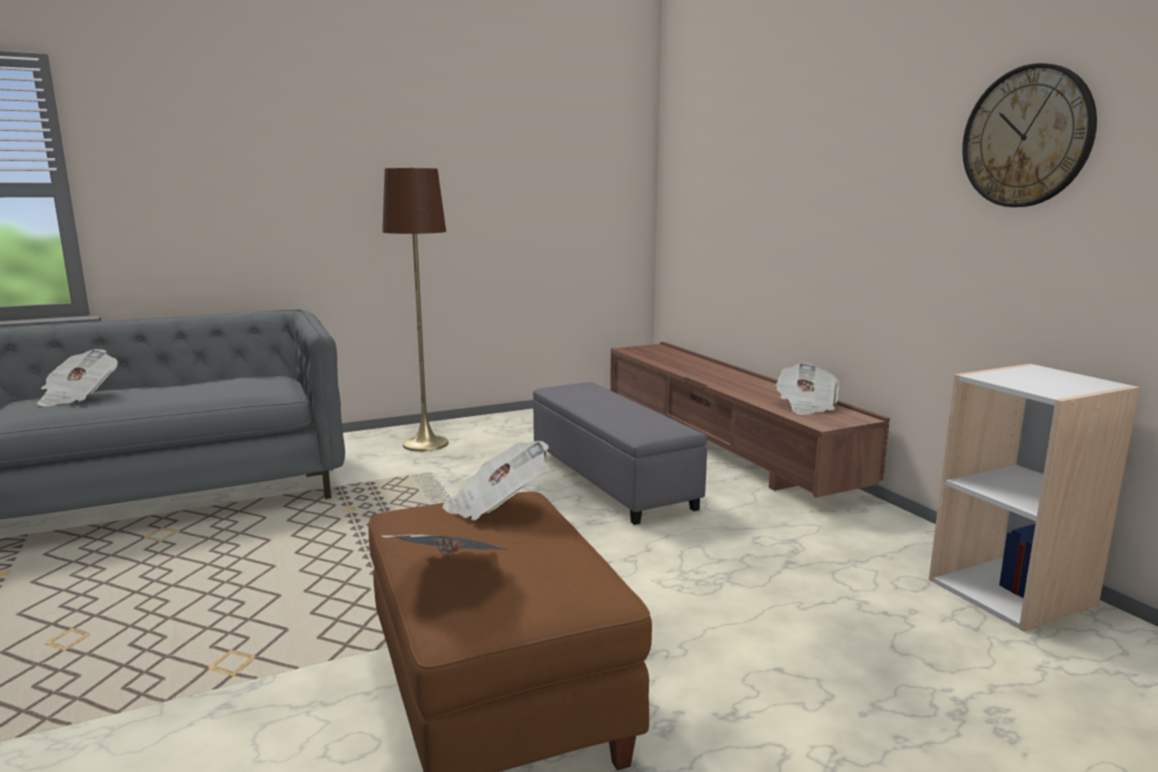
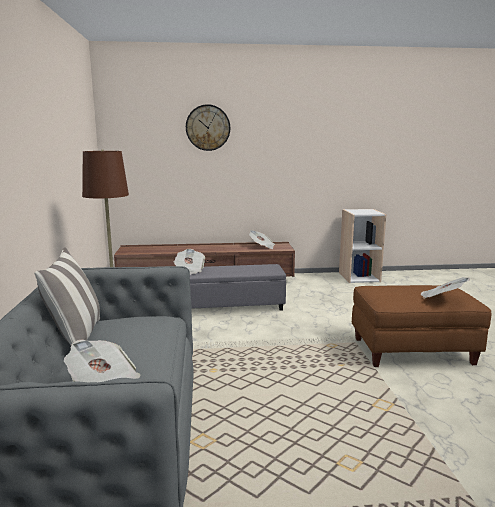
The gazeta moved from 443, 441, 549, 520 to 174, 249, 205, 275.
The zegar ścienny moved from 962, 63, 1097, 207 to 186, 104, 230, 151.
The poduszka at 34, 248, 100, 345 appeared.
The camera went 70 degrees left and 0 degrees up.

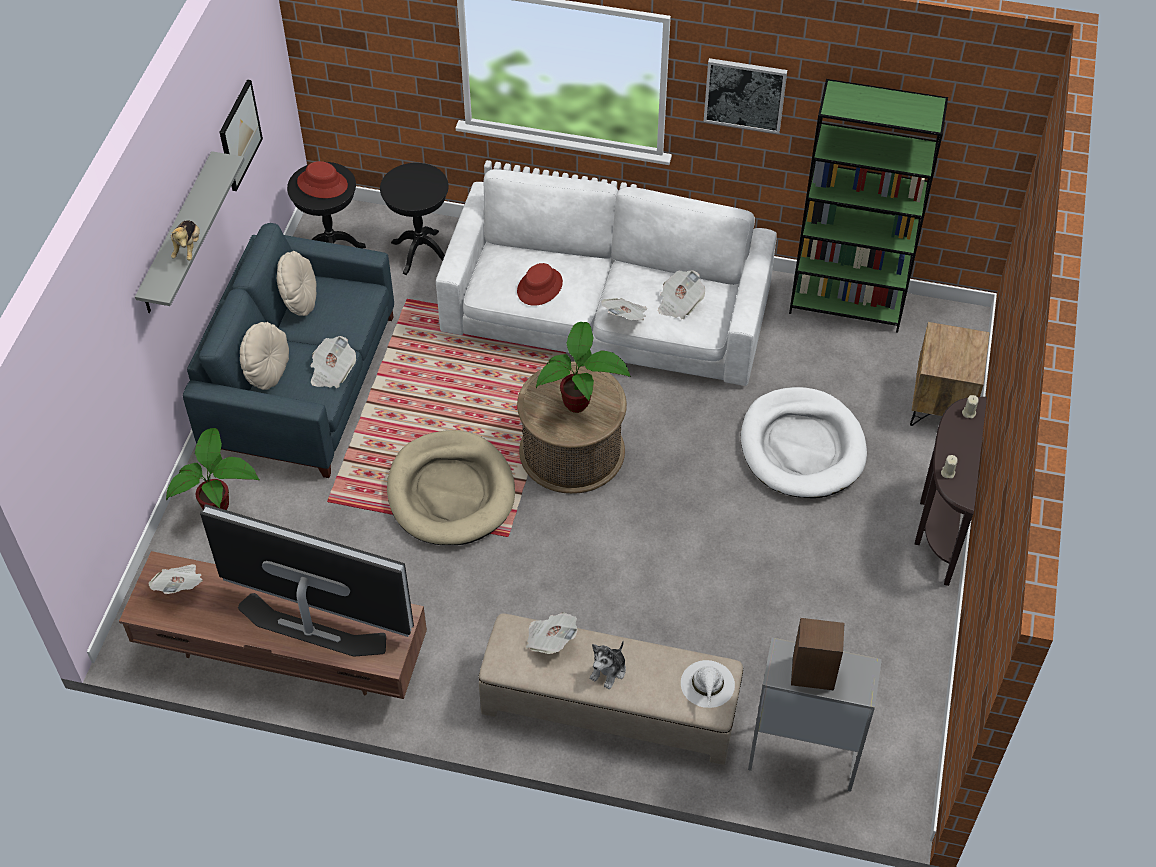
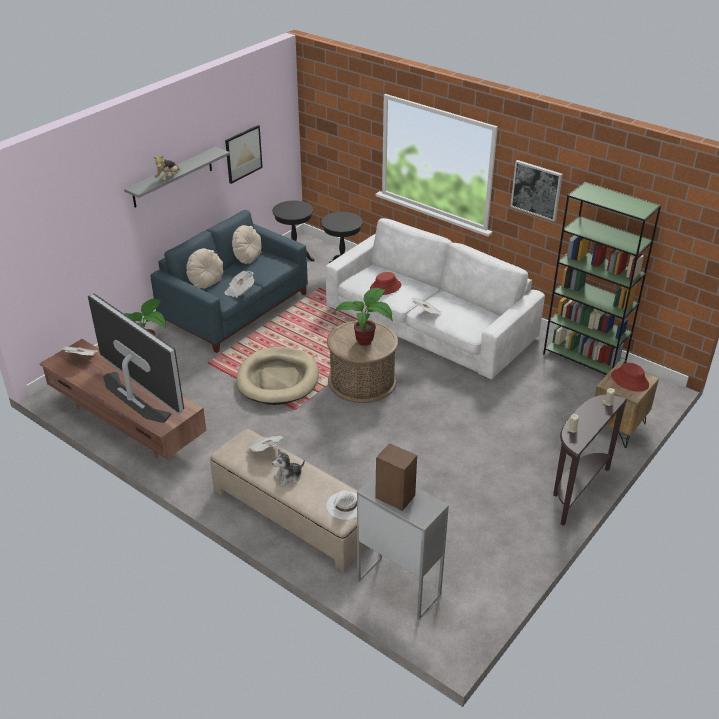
The kapelusz/czerwony moved from 297, 161, 348, 198 to 611, 363, 649, 392.
The gazeta at 658, 270, 705, 319 disappeared.
The legowisko/biały at 741, 387, 867, 498 disappeared.
The camera went 25 degrees right and 15 degrees down.

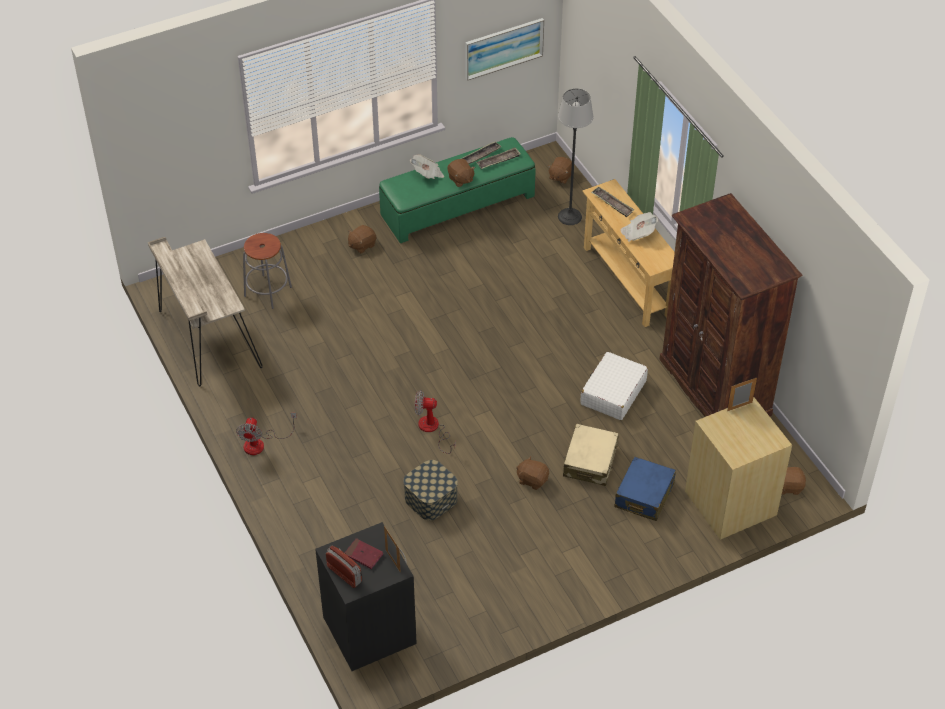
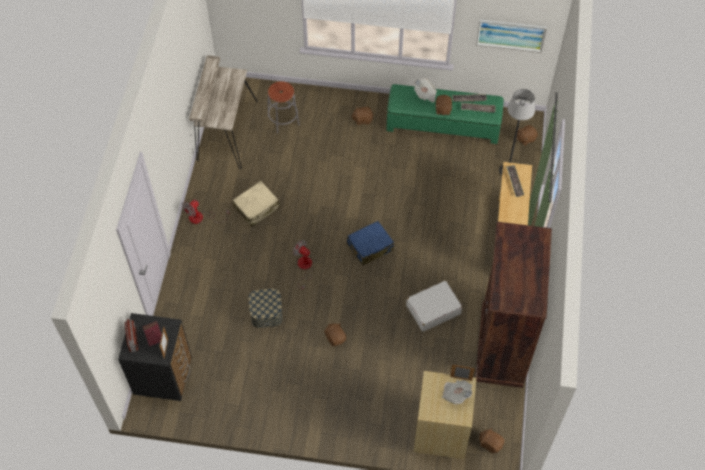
The walizka/beżowy moved from 563, 424, 619, 486 to 232, 181, 280, 227.
The walizka/niebieski moved from 614, 457, 676, 521 to 347, 221, 394, 266.
The gazeta moved from 620, 212, 658, 242 to 442, 380, 472, 404.
The camera went 35 degrees right and 10 degrees up.

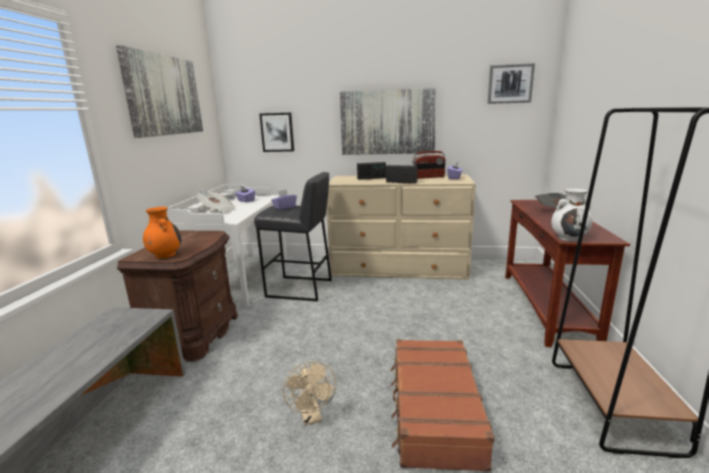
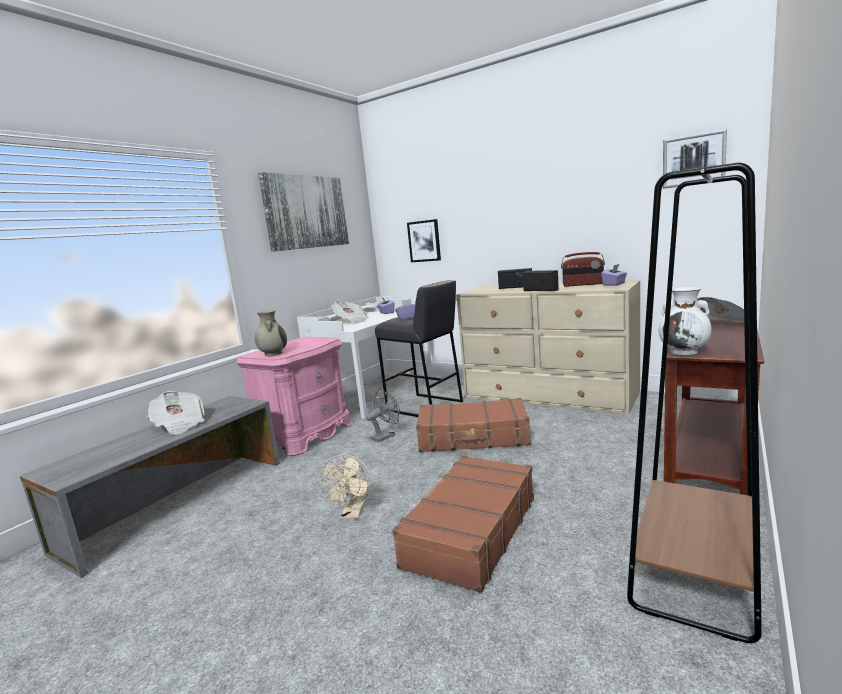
The szafka nocna/brązowy at 117, 231, 238, 362 became the szafka nocna/różowy at 236, 337, 352, 456.
The wazon/pomarańczowy at 143, 207, 182, 259 became the wazon/beżowy at 255, 310, 287, 356.
The obraz at 340, 88, 437, 155 disappeared.
The gazeta at 147, 391, 205, 435 appeared.
The wentylator/szary at 366, 390, 400, 442 appeared.
The walizka/brązowy at 416, 398, 531, 452 appeared.
The camera went 25 degrees right and 5 degrees down.

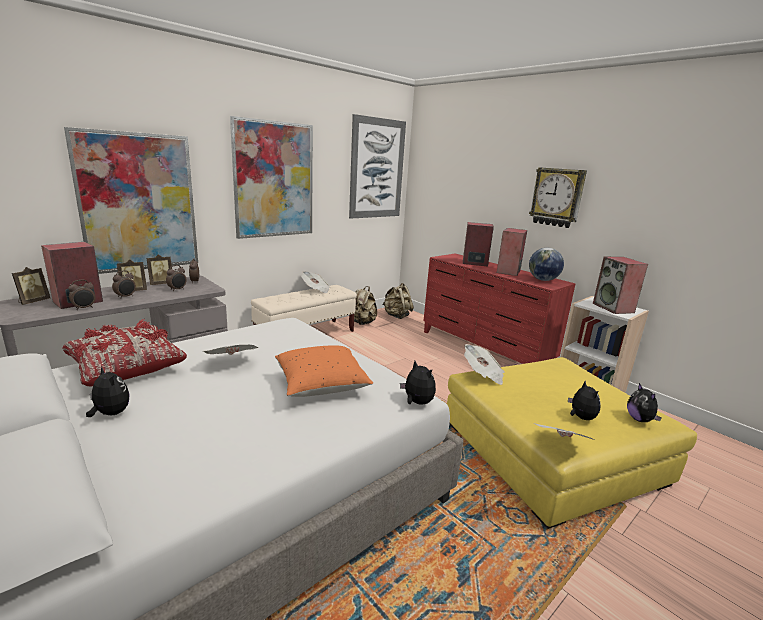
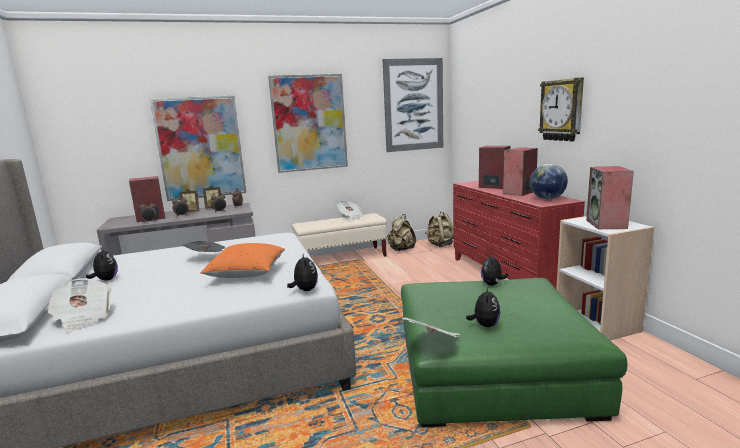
The ramka na zdjęcie at 12, 267, 50, 305 disappeared.
The poduszka/czerwony at 62, 319, 187, 386 disappeared.
The pufa/żółty at 447, 357, 697, 529 became the pufa/zielony at 401, 278, 628, 427.
The gazeta moved from 464, 344, 505, 385 to 47, 278, 111, 332.
The pluszak moved from 627, 383, 662, 422 to 481, 252, 508, 285.
The camera went 25 degrees right and 5 degrees down.

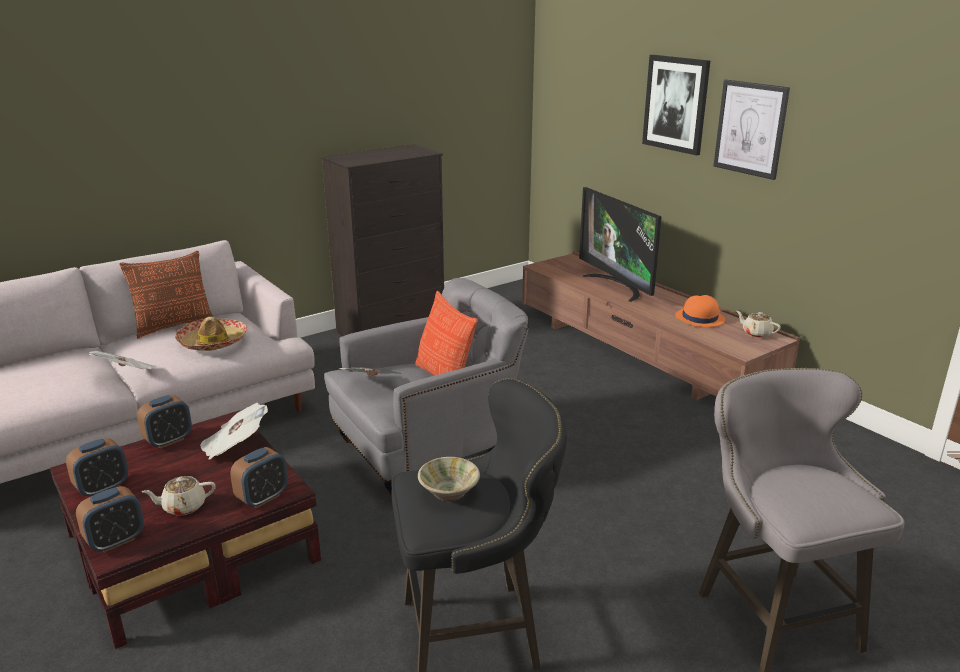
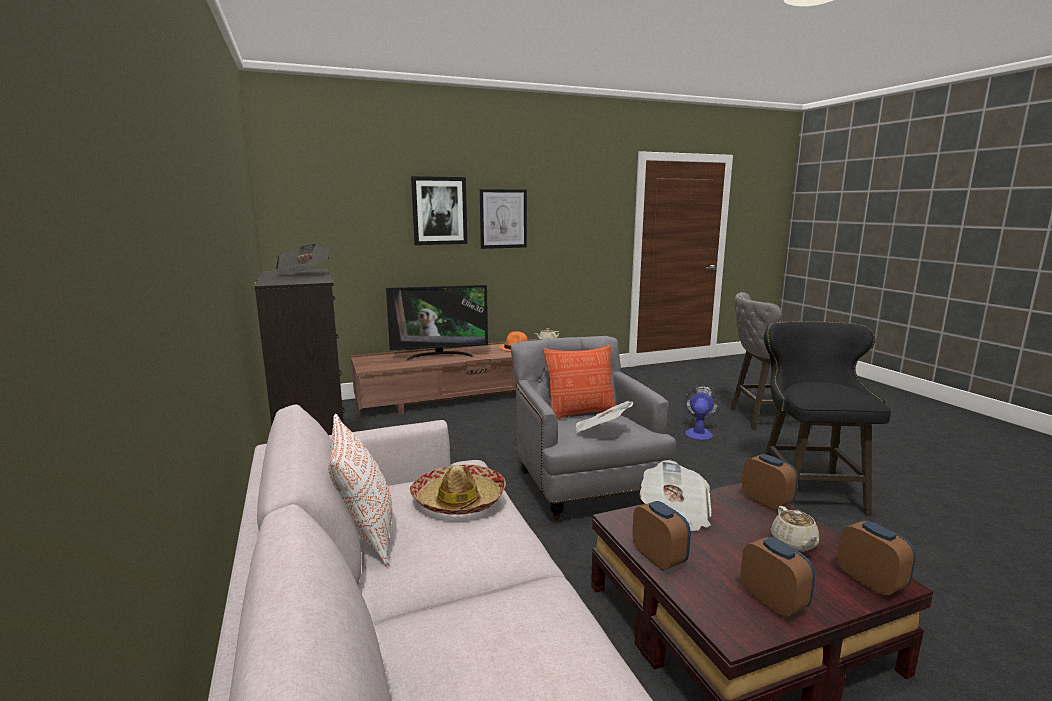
The gazeta moved from 88, 351, 161, 369 to 275, 244, 330, 272.
The poduszka/brązowy at 120, 251, 214, 338 became the poduszka/biały at 329, 414, 392, 567.
The miska/beżowy at 418, 457, 480, 501 disappeared.
The wentylator at 684, 385, 721, 440 appeared.
The camera went 75 degrees left and 10 degrees down.

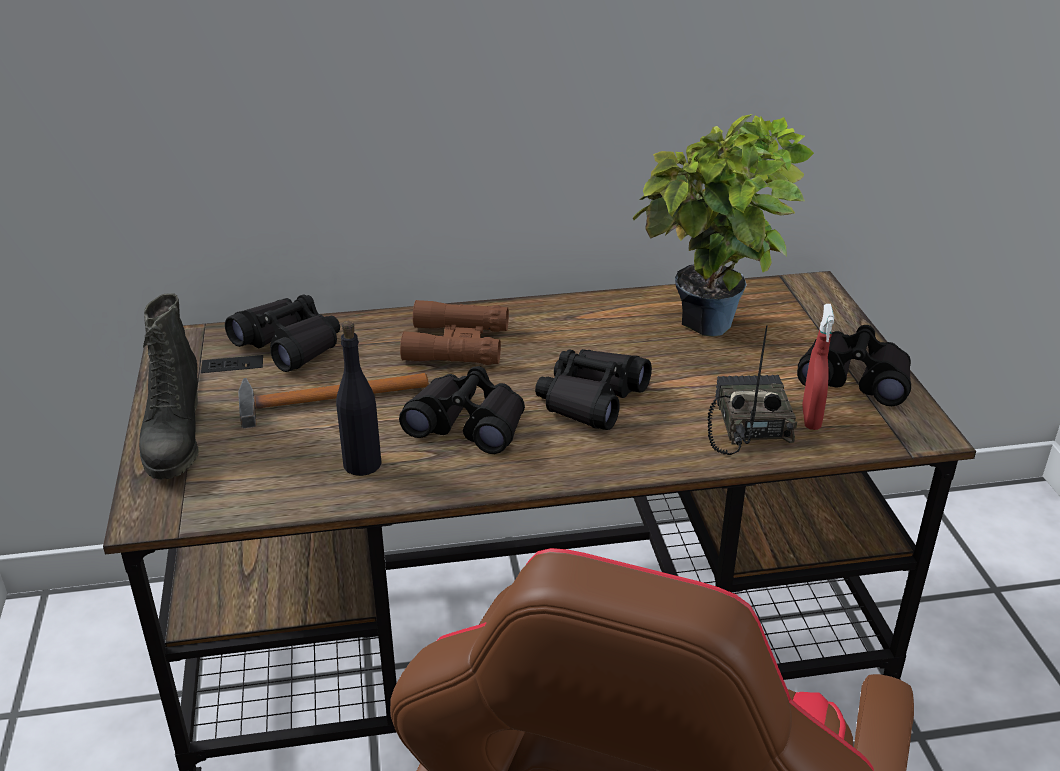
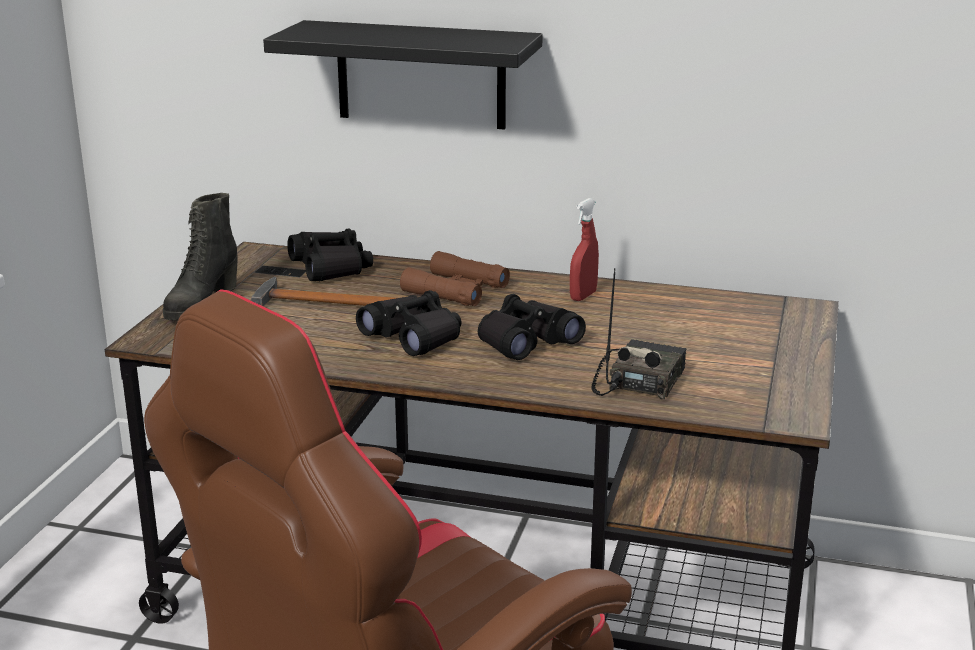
The butelka/czarny at 336, 321, 382, 476 disappeared.
The roślina doniczkowa at 632, 114, 814, 337 disappeared.
The lornetka/czarny at 797, 325, 911, 406 disappeared.
The spryskiwacz/czerwony moved from 802, 304, 834, 430 to 570, 198, 599, 301.
The półka/czarny at 263, 20, 543, 130 appeared.
The camera went 25 degrees right and 10 degrees down.

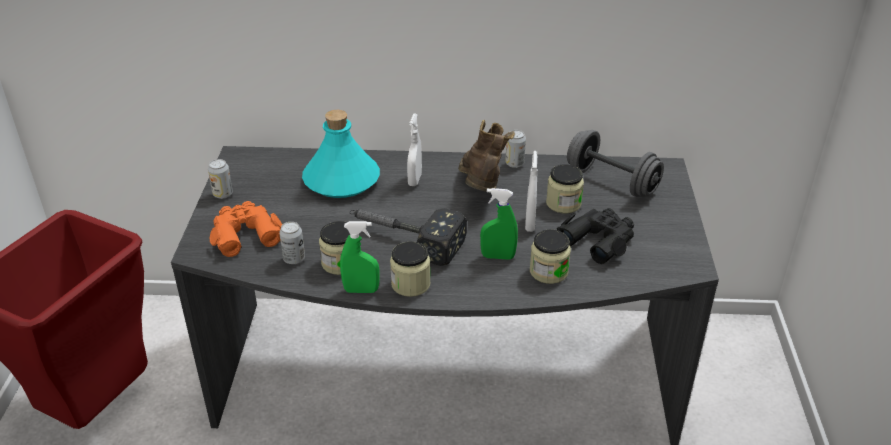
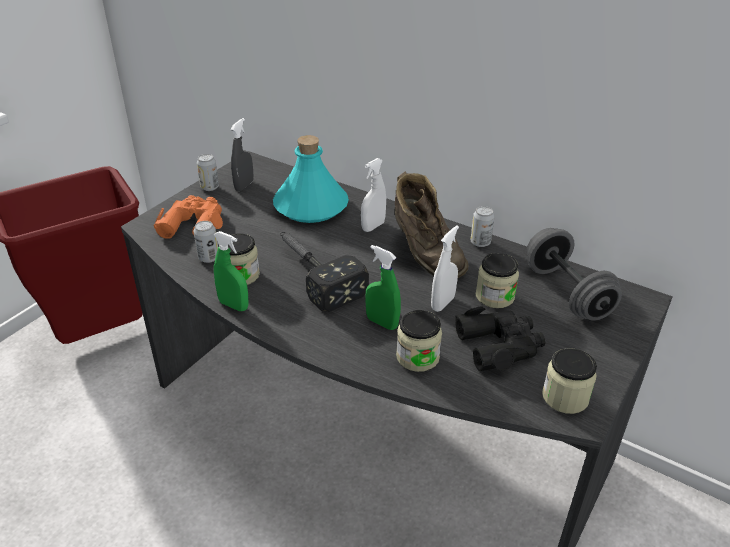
The słoik moved from 390, 241, 431, 297 to 542, 348, 597, 414.
The but z cholewką/brązowy at 458, 120, 515, 192 turned 120 degrees clockwise.
The spryskiwacz/szary at 231, 118, 253, 191 appeared.
The camera went 30 degrees right and 0 degrees up.

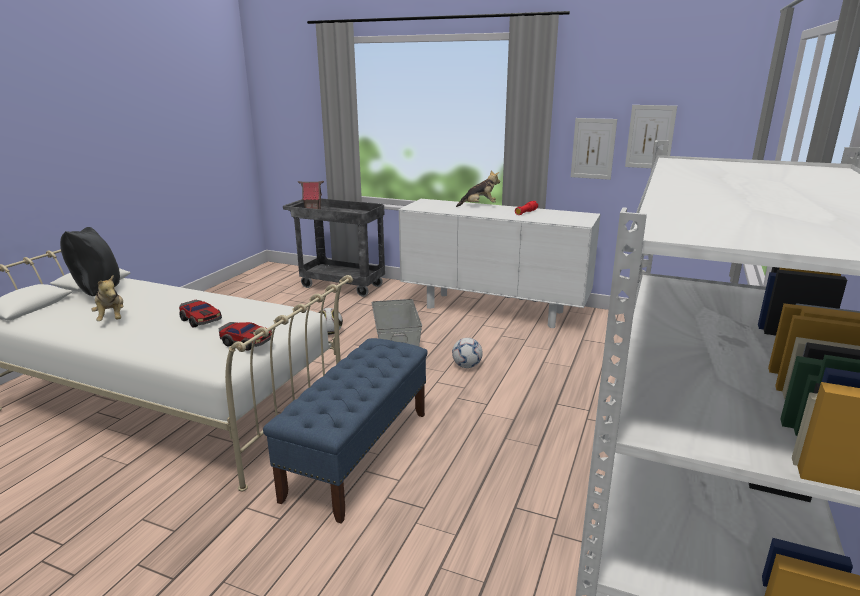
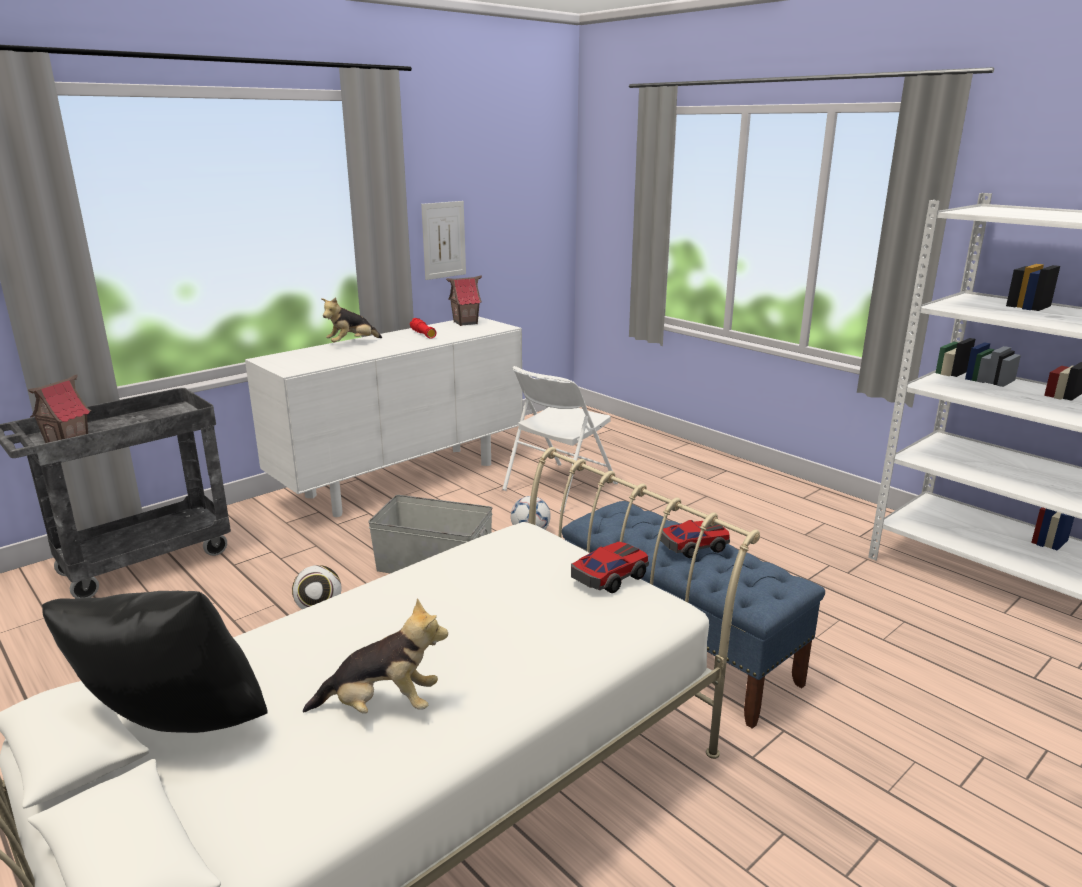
The samochodzik moved from 179, 300, 222, 328 to 660, 520, 730, 558.
The pluszak at 456, 170, 500, 207 turned 150 degrees counterclockwise.
The obraz at 625, 105, 677, 168 disappeared.
The domek at 446, 276, 482, 326 appeared.
The krzesło/biały at 502, 366, 618, 512 appeared.
The camera went 65 degrees left and 0 degrees up.

